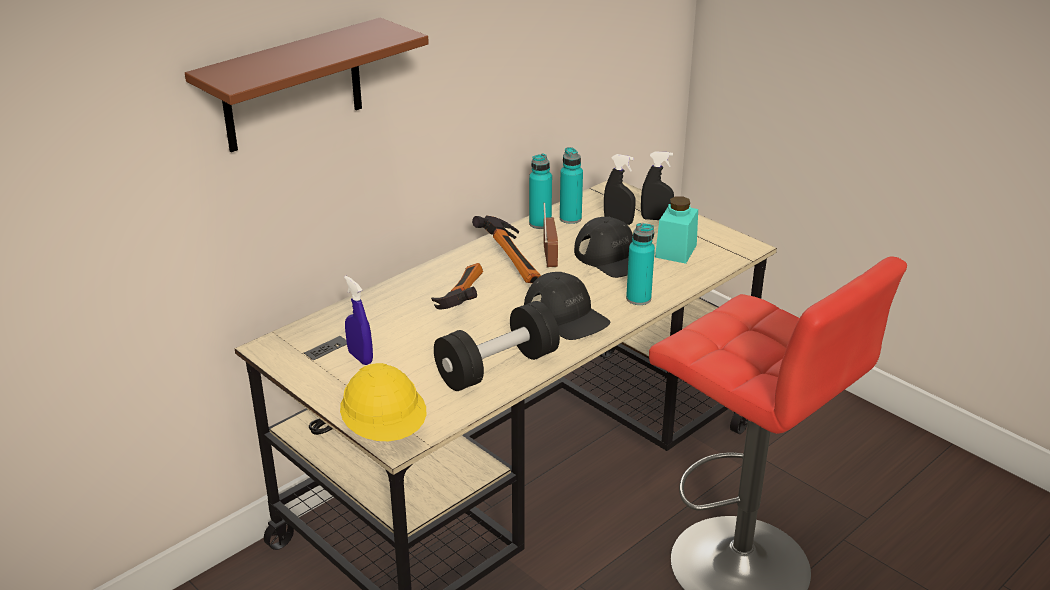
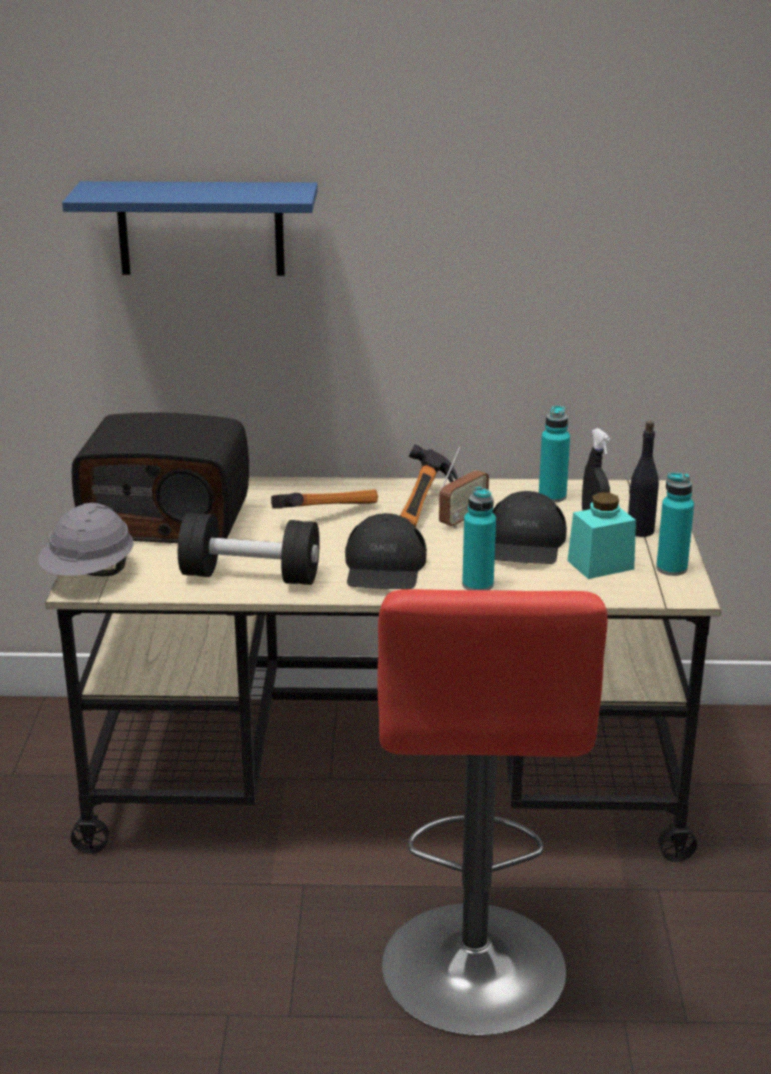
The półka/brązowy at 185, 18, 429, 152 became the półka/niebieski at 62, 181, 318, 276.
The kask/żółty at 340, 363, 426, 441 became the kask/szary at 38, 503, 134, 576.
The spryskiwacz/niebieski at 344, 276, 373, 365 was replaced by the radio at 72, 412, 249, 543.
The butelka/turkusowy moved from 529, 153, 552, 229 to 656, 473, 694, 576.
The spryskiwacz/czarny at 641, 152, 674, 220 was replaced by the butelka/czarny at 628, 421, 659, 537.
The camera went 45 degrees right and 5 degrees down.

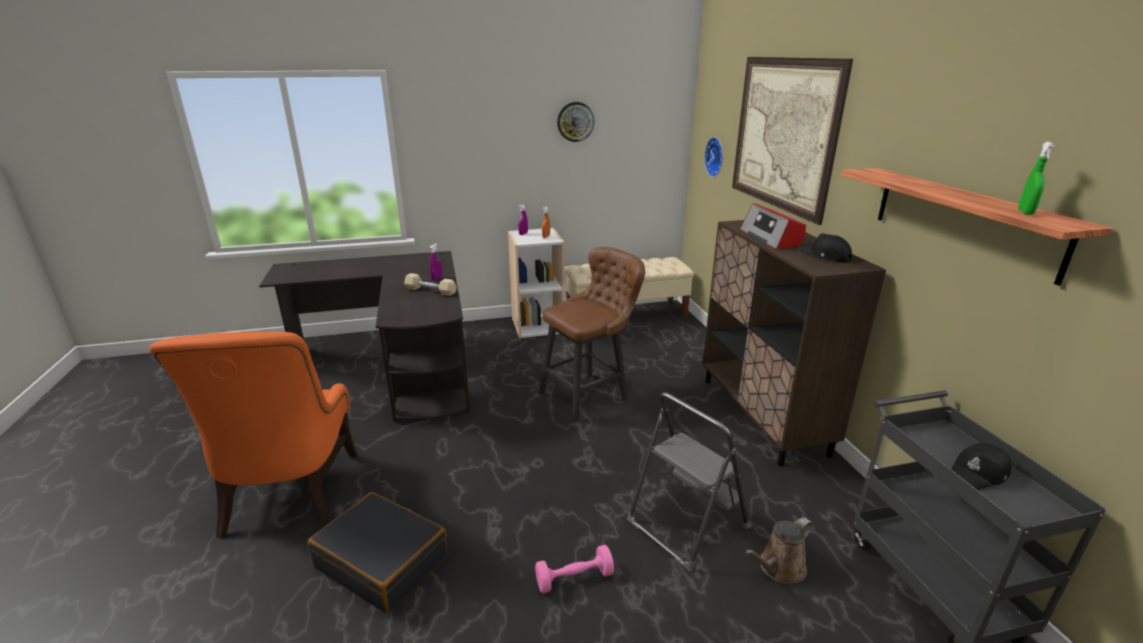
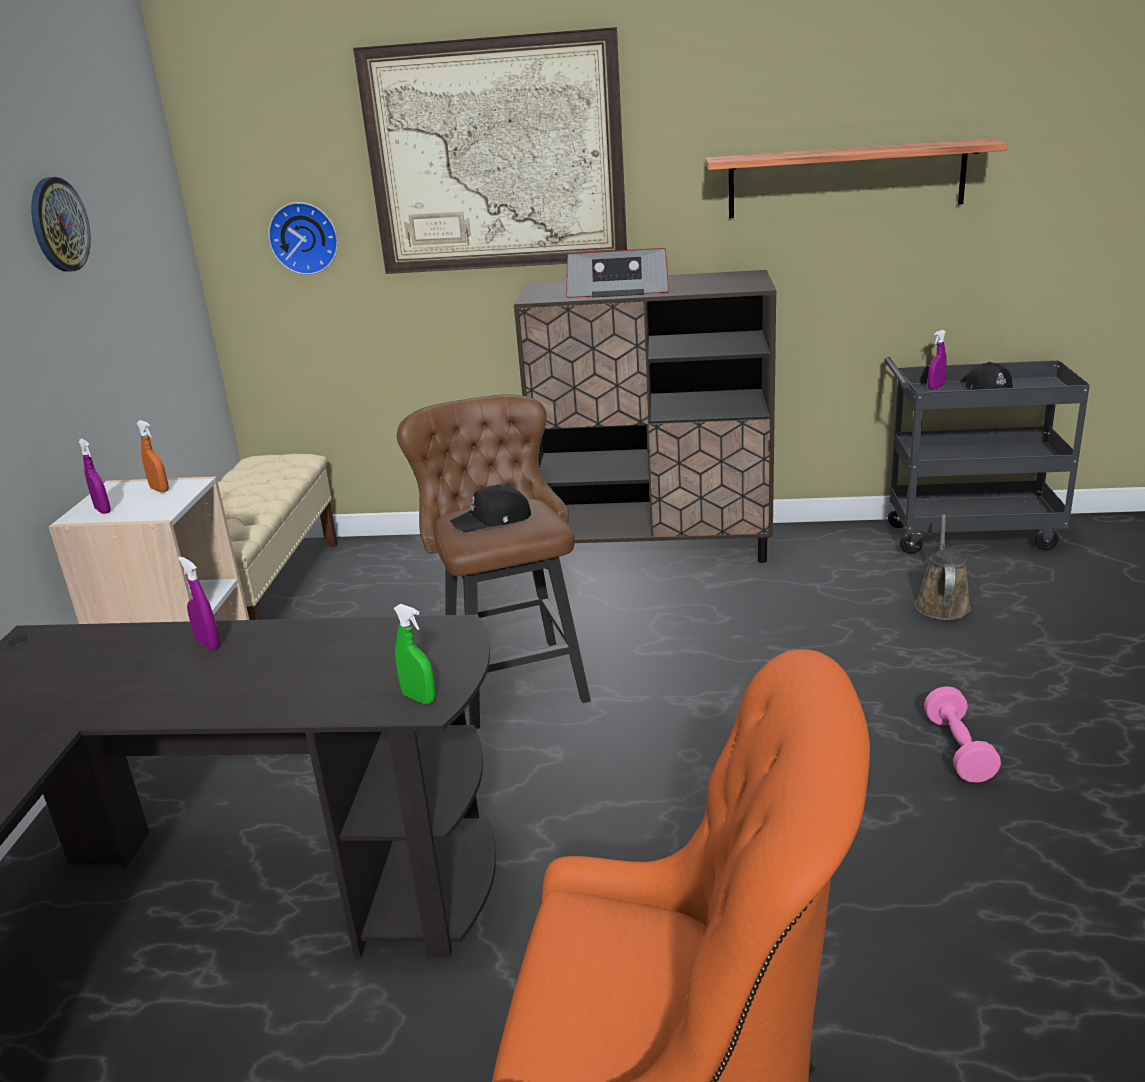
The walizka/czarny at 307, 492, 448, 614 disappeared.
The hantel/beżowy at 404, 273, 457, 296 disappeared.
The drabinka/szary at 627, 392, 752, 572 disappeared.
The konewka/brązowy at 745, 517, 813, 583 turned 150 degrees counterclockwise.
The czapka z daszkiem/czarny moved from 800, 233, 852, 262 to 450, 485, 531, 532.
The spryskiwacz/zielony moved from 1018, 142, 1055, 215 to 393, 604, 436, 704.
The spryskiwacz/fioletowy at 928, 330, 947, 390 appeared.
The camera went 70 degrees left and 0 degrees up.

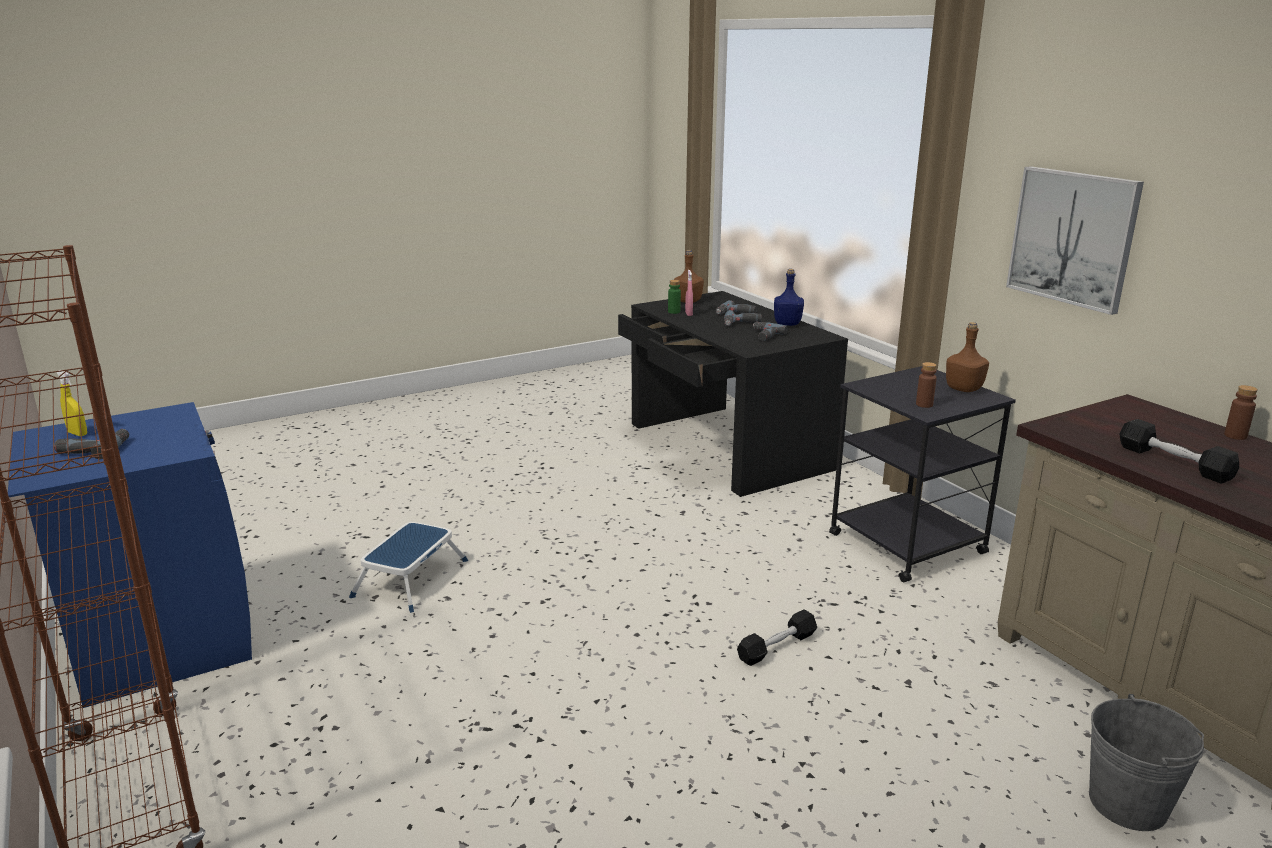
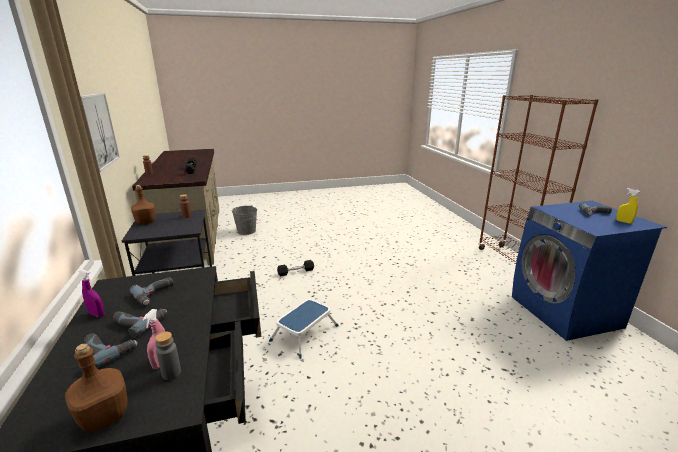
The drabinka/niebieski moved from 349, 522, 468, 613 to 269, 299, 339, 359.
The butelka/zielony at 668, 280, 681, 314 became the butelka/szary at 155, 332, 181, 380.
The butelka/niebieski at 774, 269, 804, 326 was replaced by the spryskiwacz/fioletowy at 79, 269, 105, 317.
The camera went 165 degrees left and 0 degrees up.

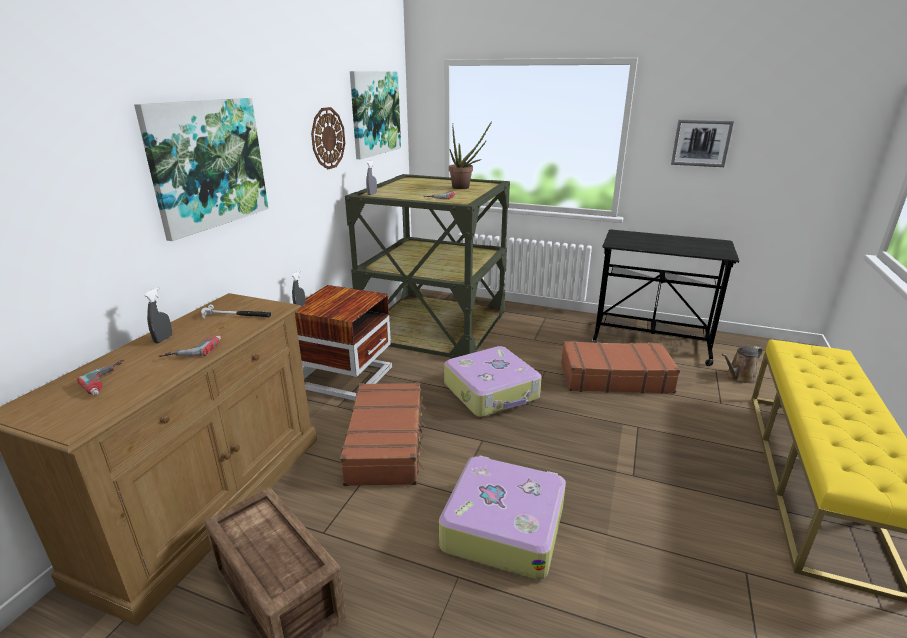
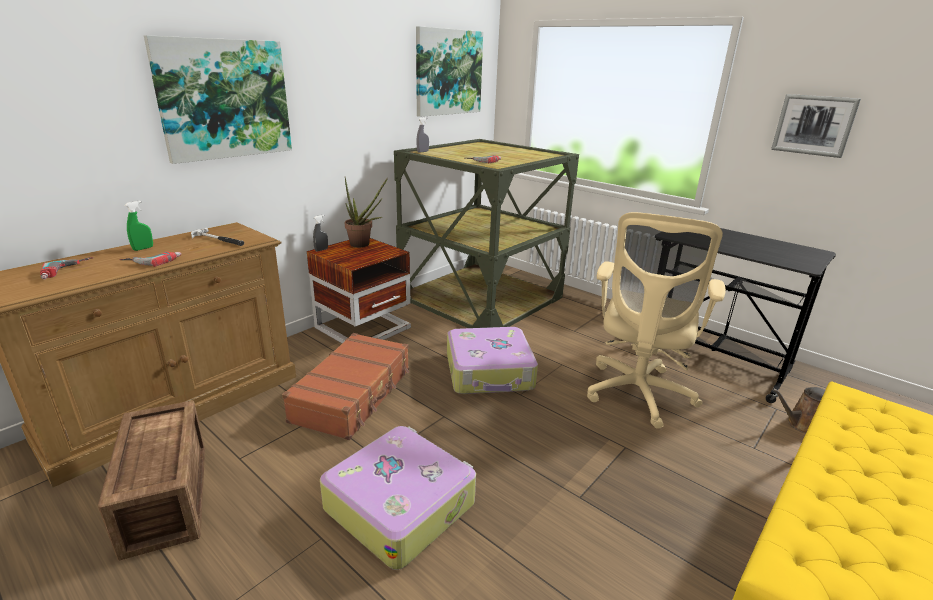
The spryskiwacz/szary at 144, 288, 172, 344 became the spryskiwacz/zielony at 125, 201, 153, 251.
The zegar ścienny at 311, 107, 345, 169 disappeared.
The roślina doniczkowa moved from 449, 121, 492, 189 to 344, 177, 388, 248.
The walizka/brązowy at 561, 341, 680, 394 was replaced by the krzesło biurowe/beżowy at 587, 212, 726, 429.
The camera went 20 degrees right and 0 degrees up.

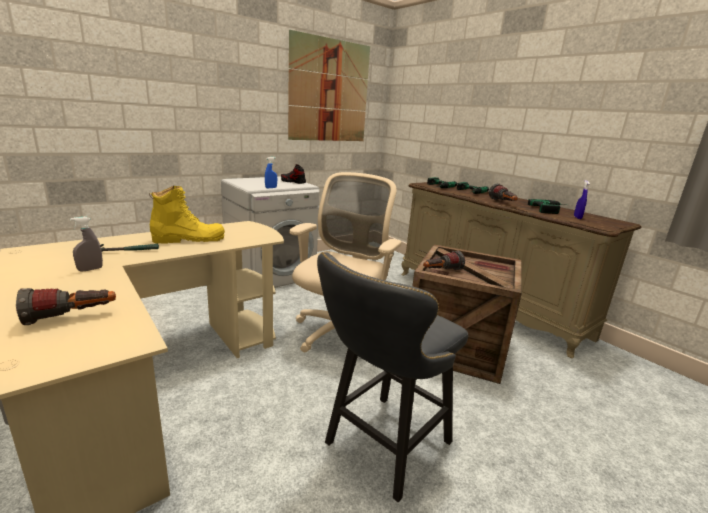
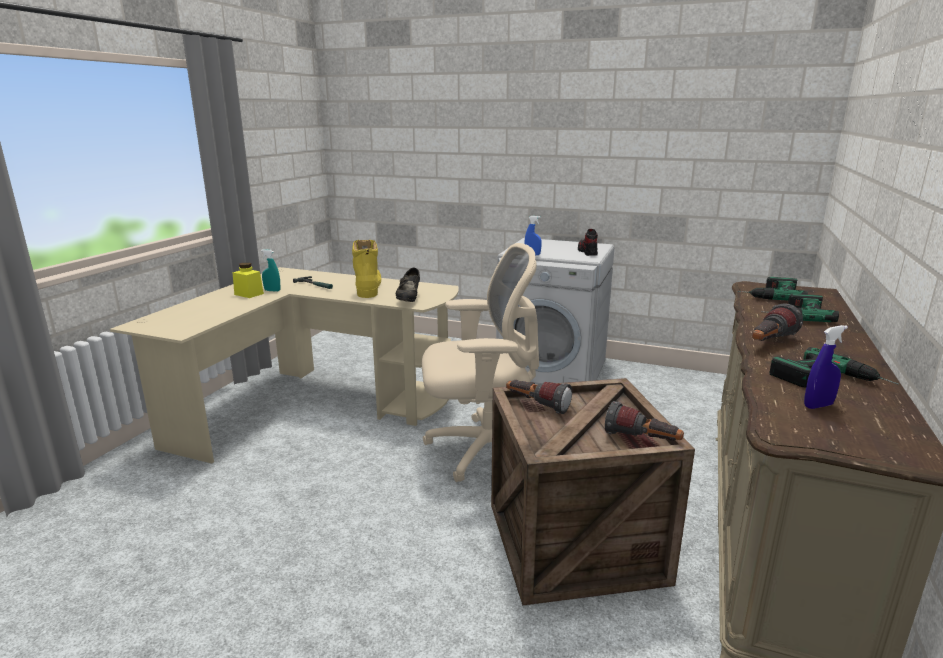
The latarka moved from 16, 288, 116, 325 to 605, 401, 684, 441.
The spryskiwacz/szary at 70, 216, 103, 272 became the spryskiwacz/turkusowy at 261, 249, 280, 292.
The but z cholewką/żółty at 149, 186, 225, 244 turned 135 degrees counterclockwise.
The obraz at 288, 30, 370, 141 disappeared.
The stołek/szary at 317, 252, 468, 502 disappeared.
The słoik/żółty at 232, 262, 264, 298 appeared.
The but/czarny at 396, 267, 420, 302 appeared.
The camera went 60 degrees right and 0 degrees up.

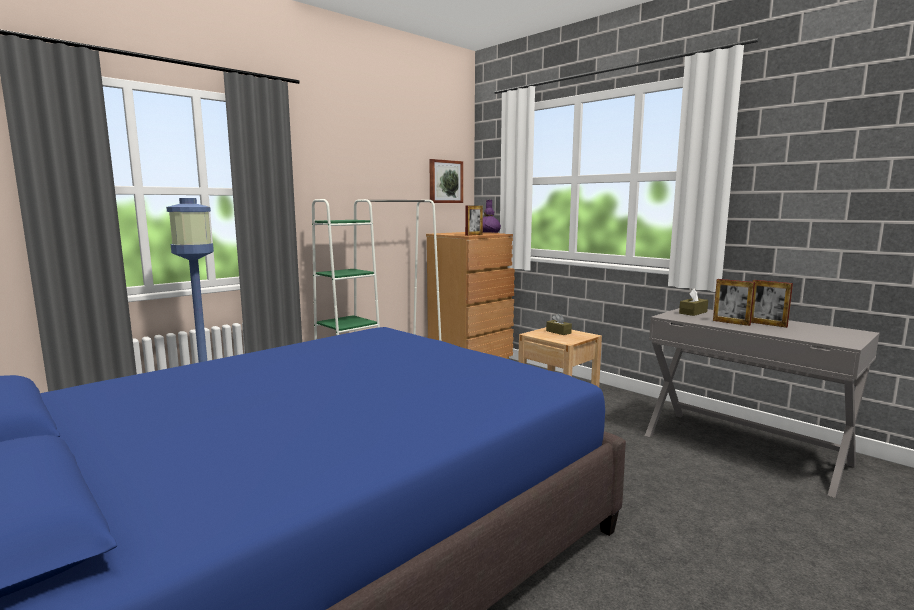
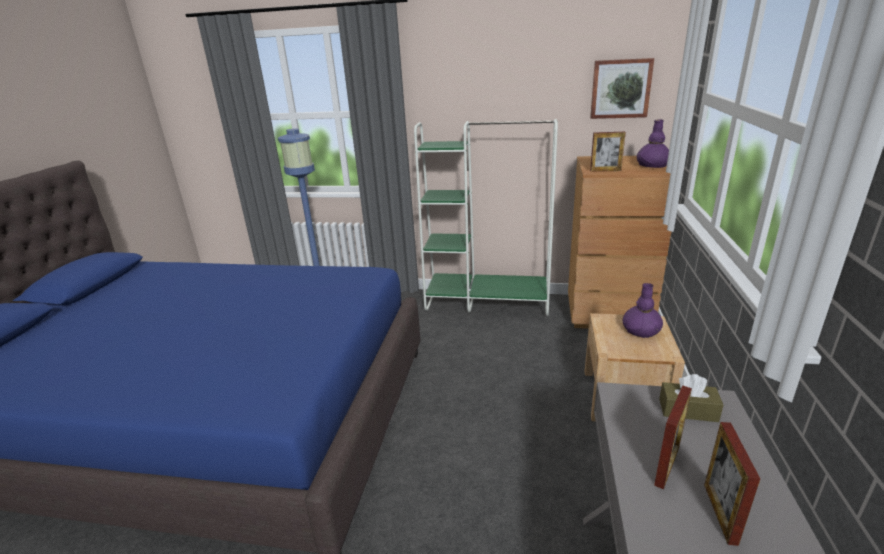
The pudełko chusteczek/brązowy at 546, 313, 572, 335 was replaced by the wazon/fioletowy at 623, 283, 663, 338.
The ramka na zdjęcie at 713, 279, 755, 326 turned 150 degrees counterclockwise.
The camera went 55 degrees right and 15 degrees up.

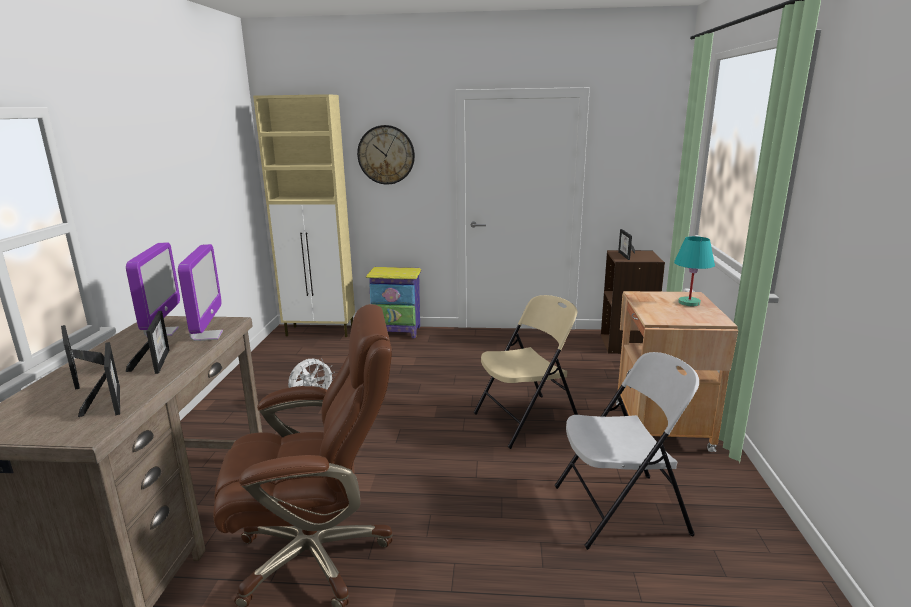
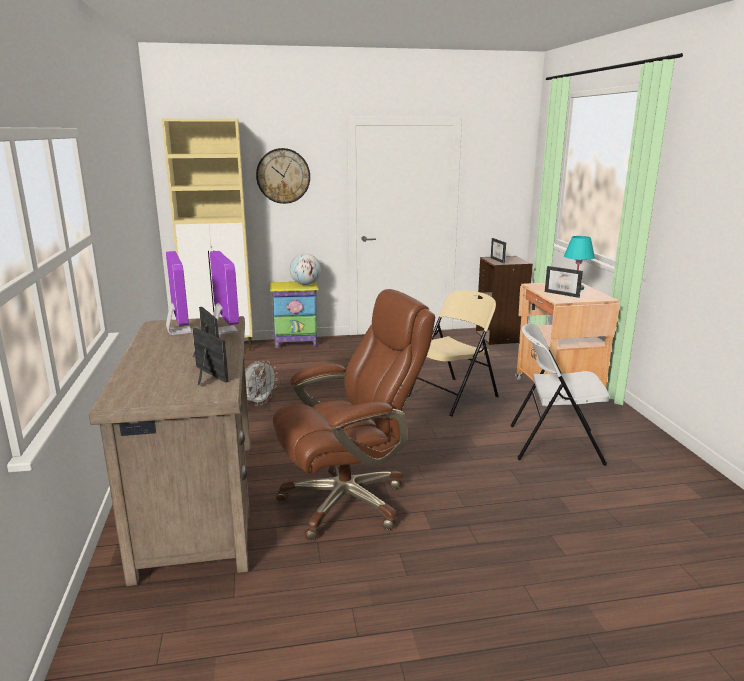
The ramka na zdjęcie moved from 61, 325, 105, 390 to 545, 266, 583, 298.
The krzesło/biały at 555, 352, 699, 550 turned 150 degrees counterclockwise.
The globus at 290, 254, 321, 285 appeared.
The camera went 15 degrees left and 0 degrees up.

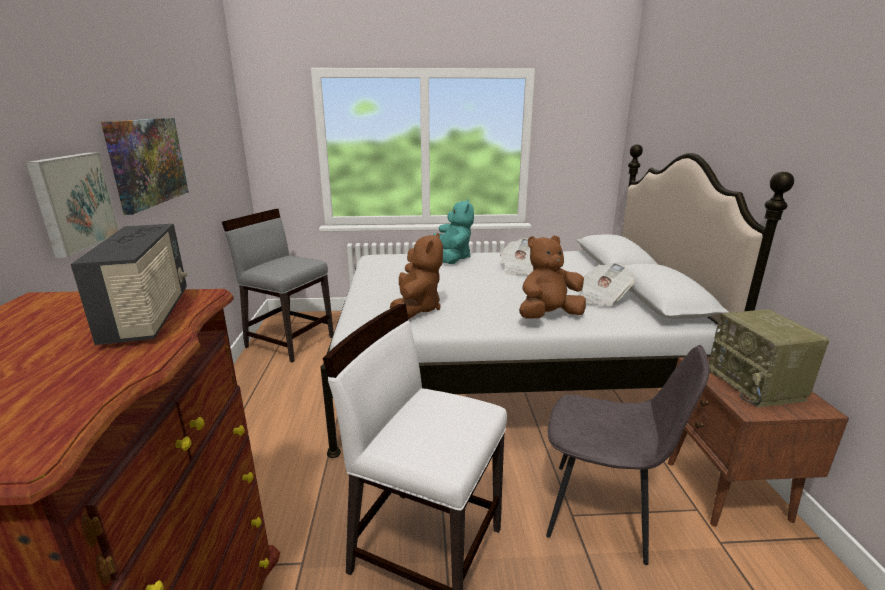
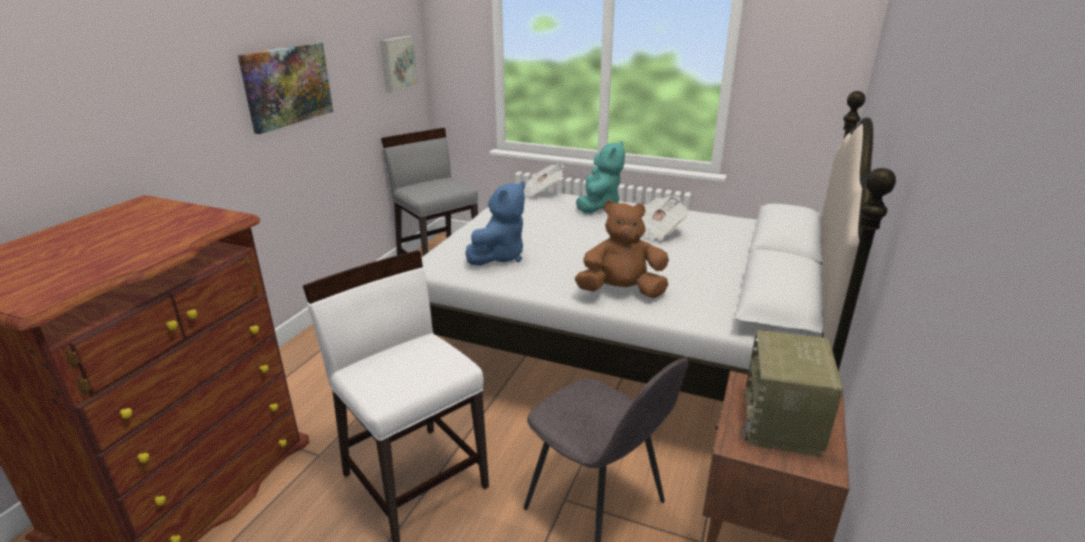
The obraz moved from 26, 152, 119, 258 to 380, 36, 418, 93.
The radio at 71, 224, 187, 345 disappeared.
The pluszak/brązowy at 390, 233, 443, 319 became the pluszak/niebieski at 465, 181, 525, 266.
The gazeta moved from 581, 263, 635, 306 to 524, 164, 564, 197.
The camera went 25 degrees right and 5 degrees up.

